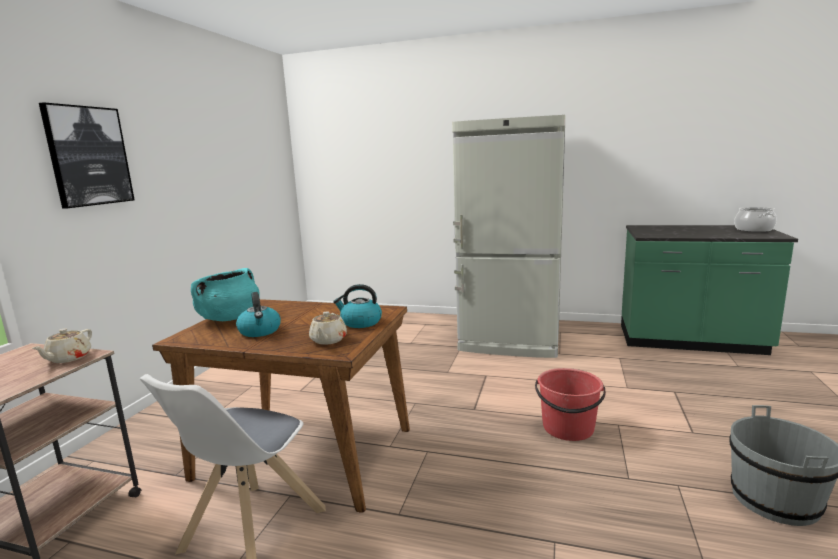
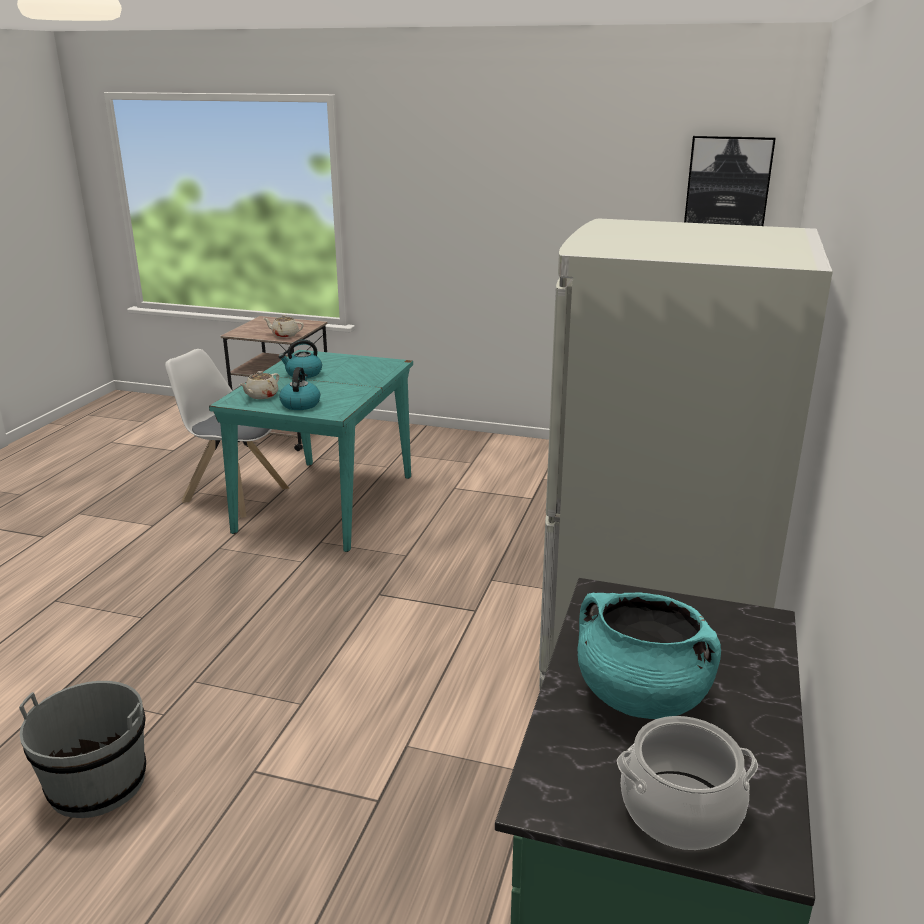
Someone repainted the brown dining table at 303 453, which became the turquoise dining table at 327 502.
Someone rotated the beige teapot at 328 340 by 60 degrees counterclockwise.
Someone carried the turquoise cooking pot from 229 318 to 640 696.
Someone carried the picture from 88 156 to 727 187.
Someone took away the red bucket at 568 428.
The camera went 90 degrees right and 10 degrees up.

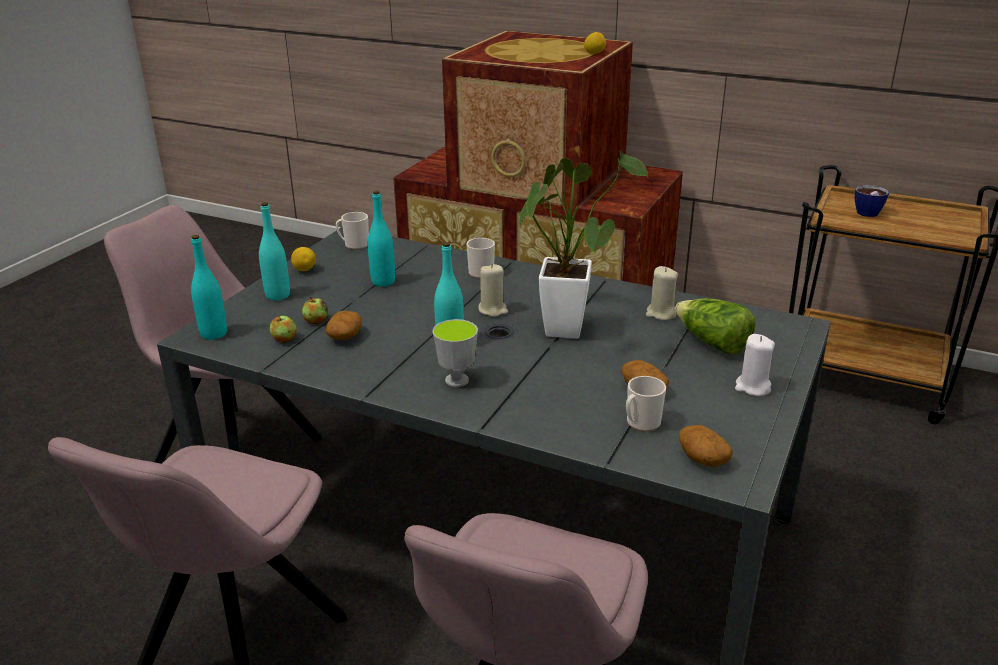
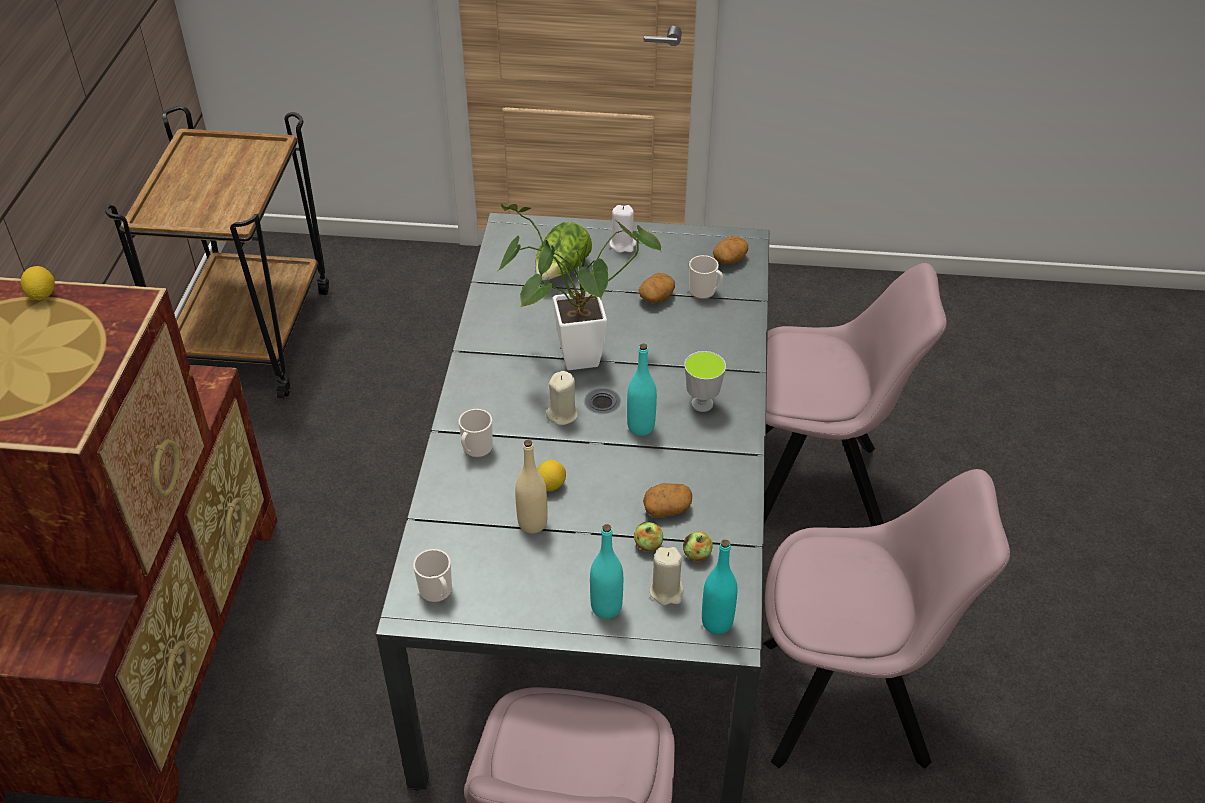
Someone repainted the turquoise bottle at 383 282, which became the beige bottle at 532 523.
Someone carried the lemon from 304 270 to 550 485.
Someone carried the beige candle from 661 313 to 666 591.
Someone took away the cup at 866 211.
The camera went 110 degrees left and 15 degrees up.

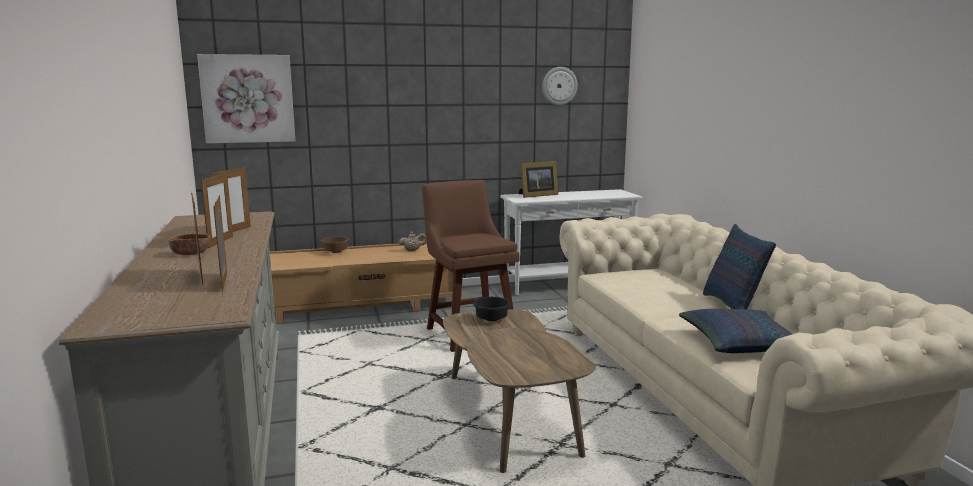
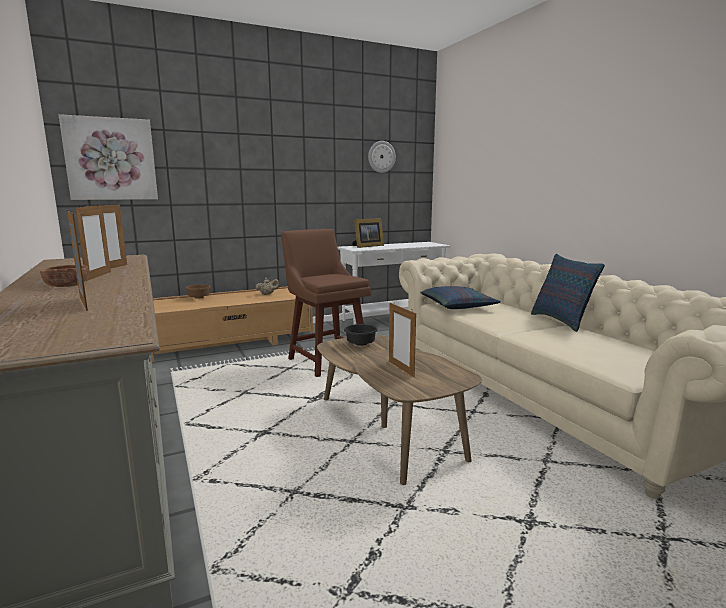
Someone carried the picture frame from 224 282 to 401 368.
Someone carried the blue pillow from 740 344 to 458 306.
The camera went 10 degrees left and 0 degrees up.

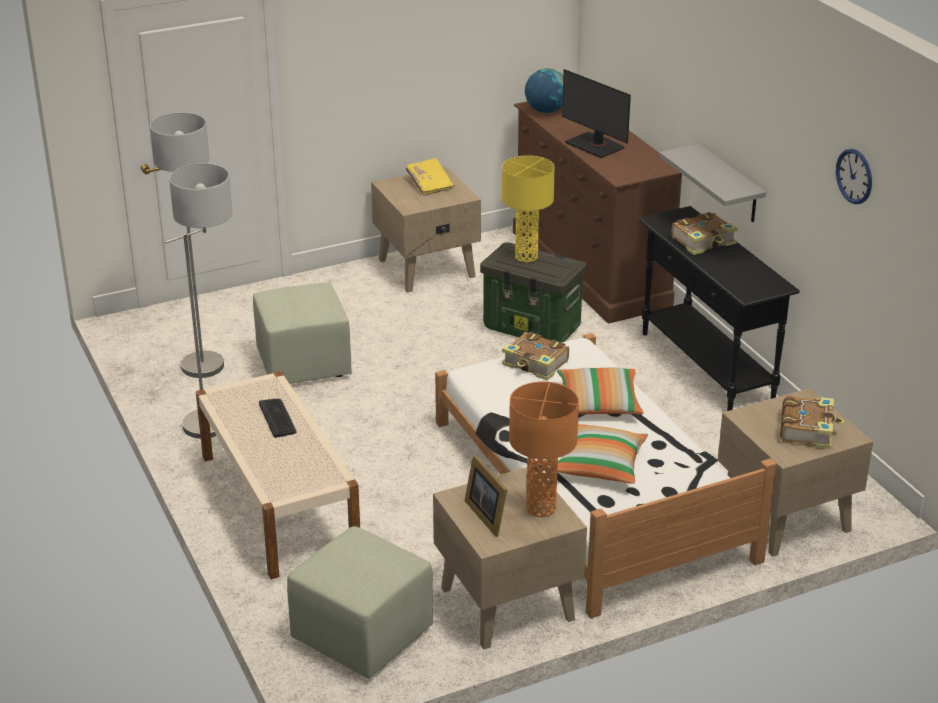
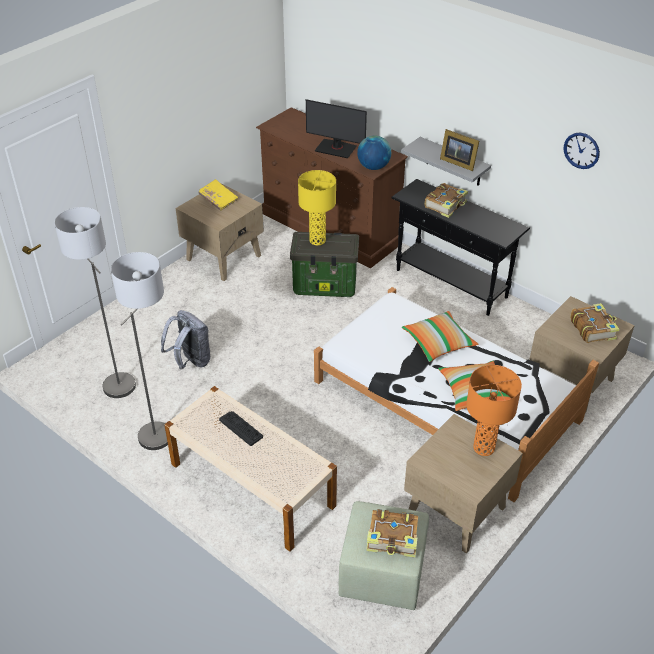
Someone swapped the green ottoman at 303 363 for the grey backpack at 190 361.
Someone carried the globe from 546 111 to 373 167.
Someone carried the book from 536 364 to 393 539.
Someone carried the picture frame from 487 515 to 457 162.
The camera went 25 degrees left and 10 degrees up.

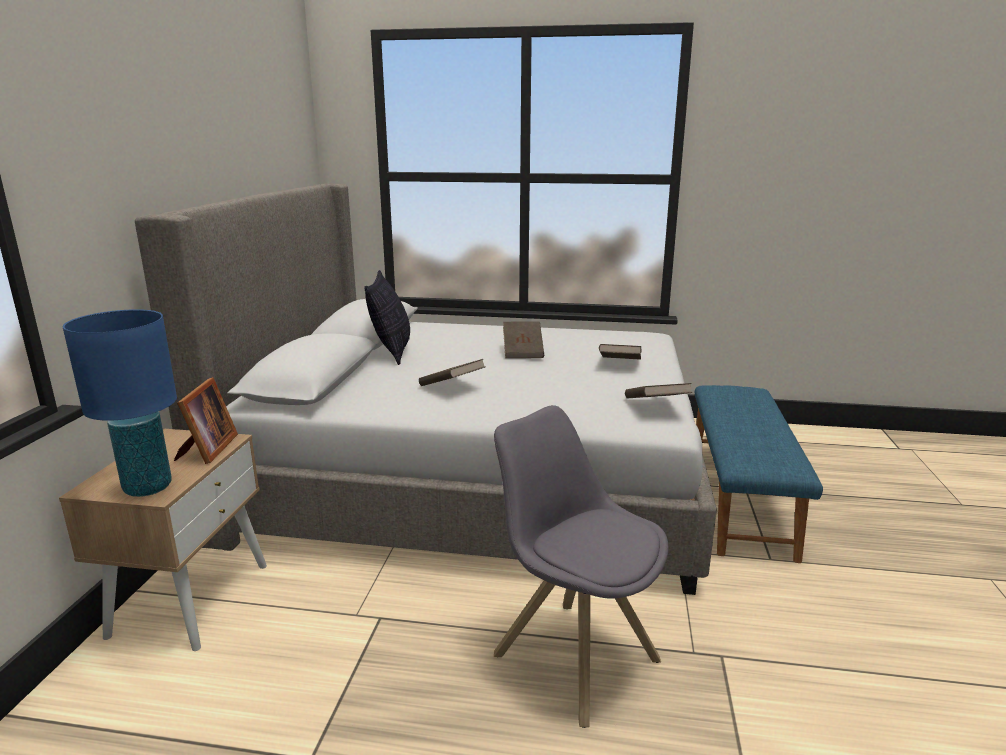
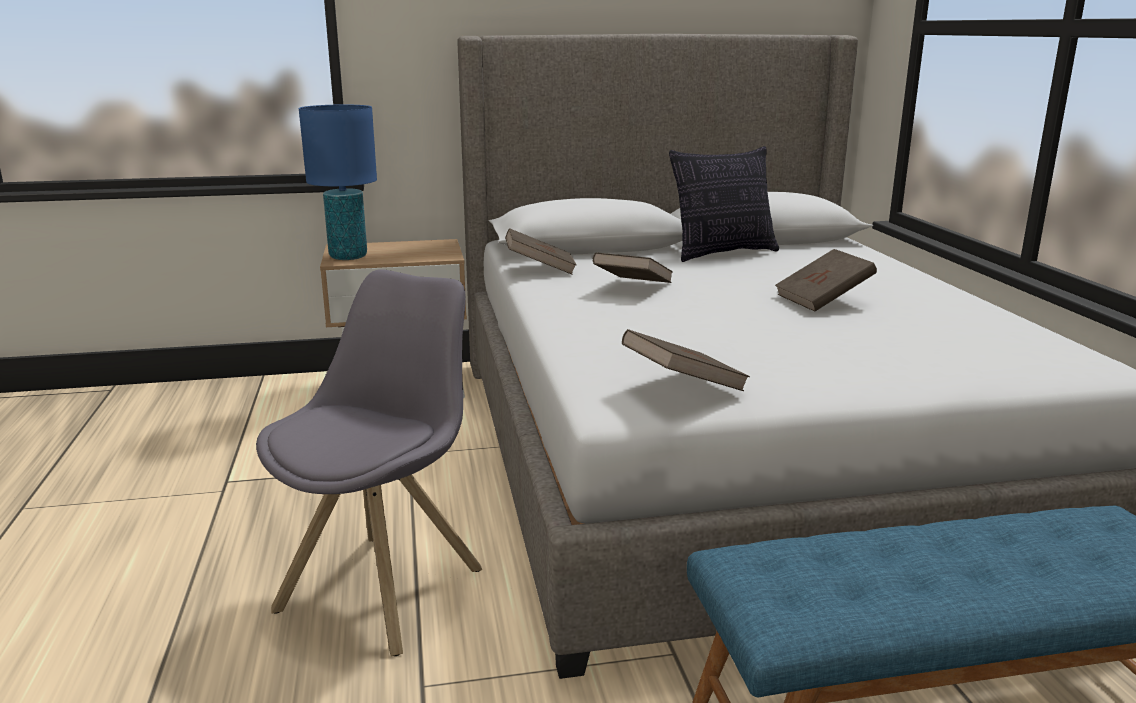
Someone carried the brown book from 619 365 to 540 269.
Someone took away the picture frame at 207 450.
The camera went 70 degrees right and 0 degrees up.

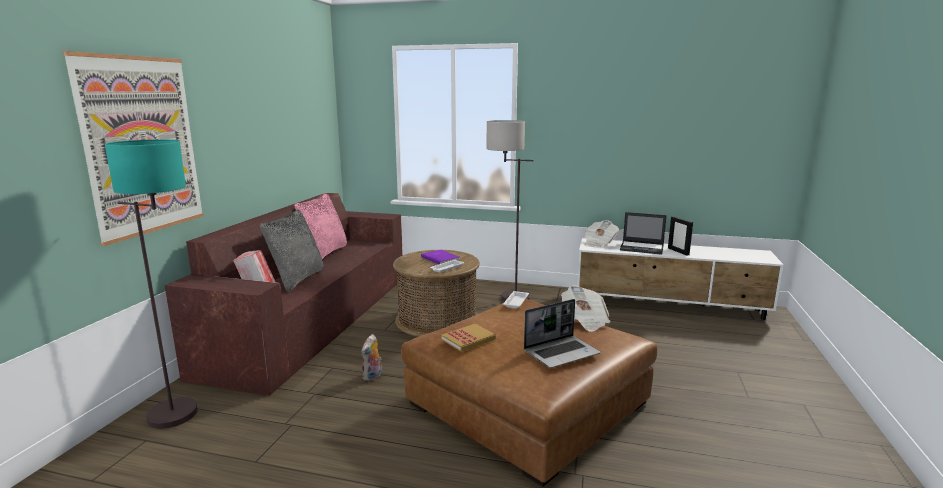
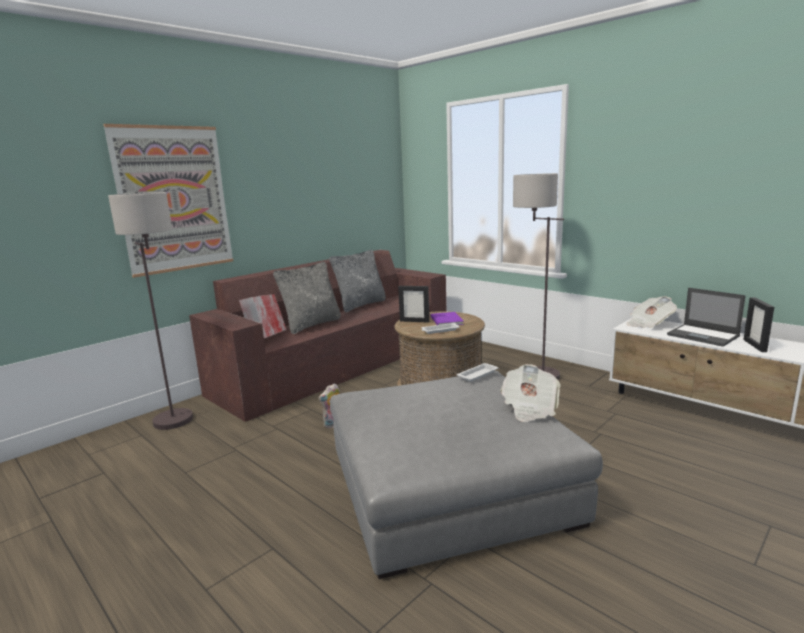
Someone repainted the turquoise floor lamp at 183 417, which became the grey floor lamp at 177 424.
Someone repainted the pink pillow at 325 253, which became the grey pillow at 361 305.
Someone repainted the brown ottoman at 527 402, which became the grey ottoman at 449 487.
Someone put down the picture frame at 414 321.
Someone took away the book at 468 339.
Someone took away the laptop at 561 352.
The camera went 30 degrees right and 0 degrees up.

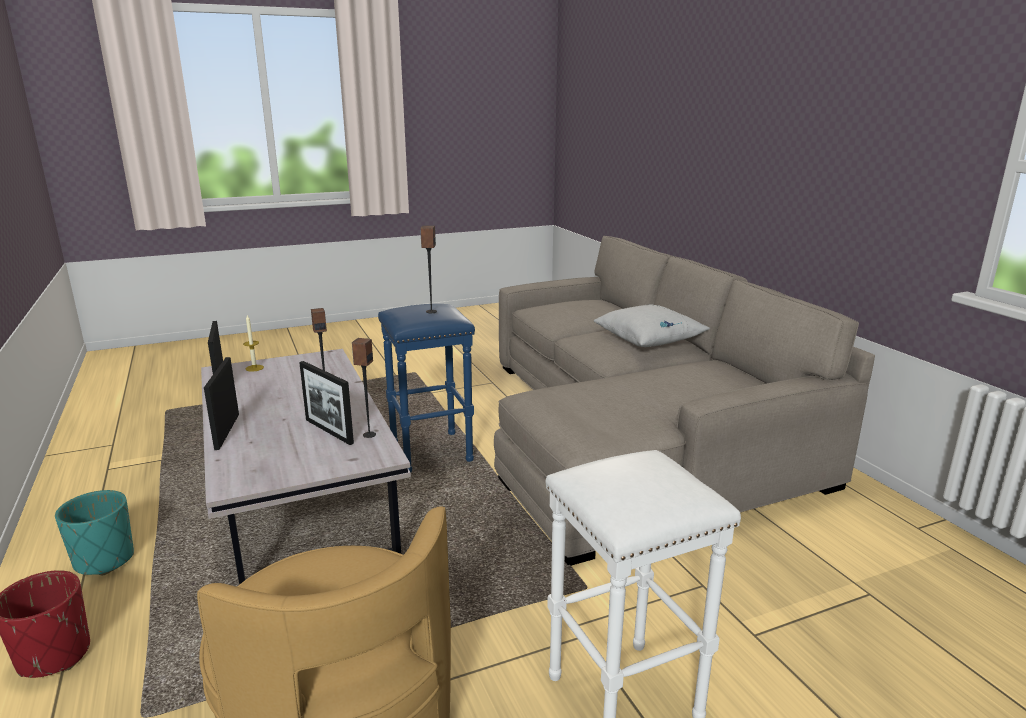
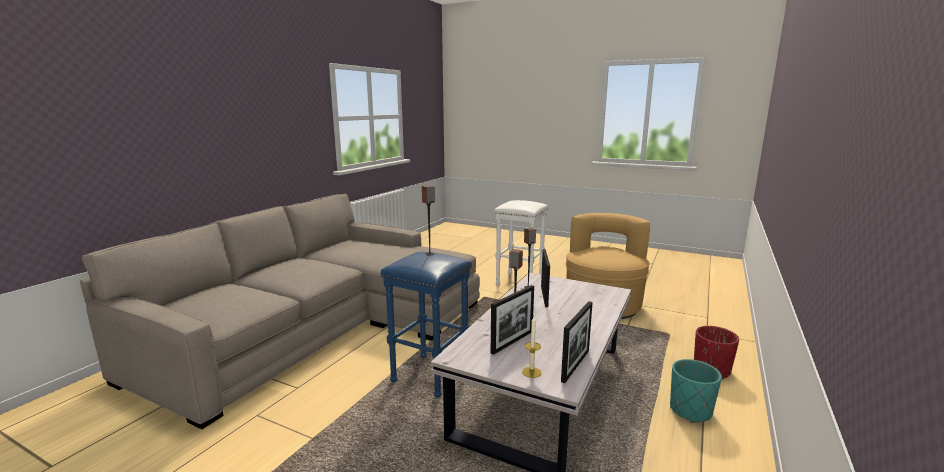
Someone carried the picture frame from 227 431 to 512 342.
Someone took away the grey pillow at 648 340.
The camera went 130 degrees left and 5 degrees down.

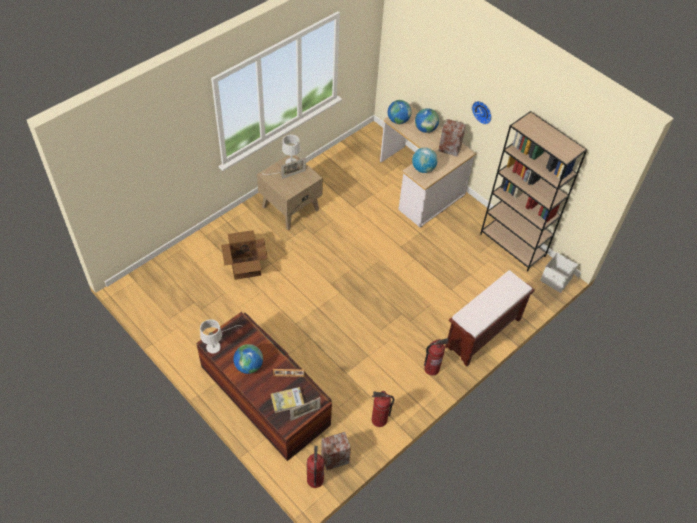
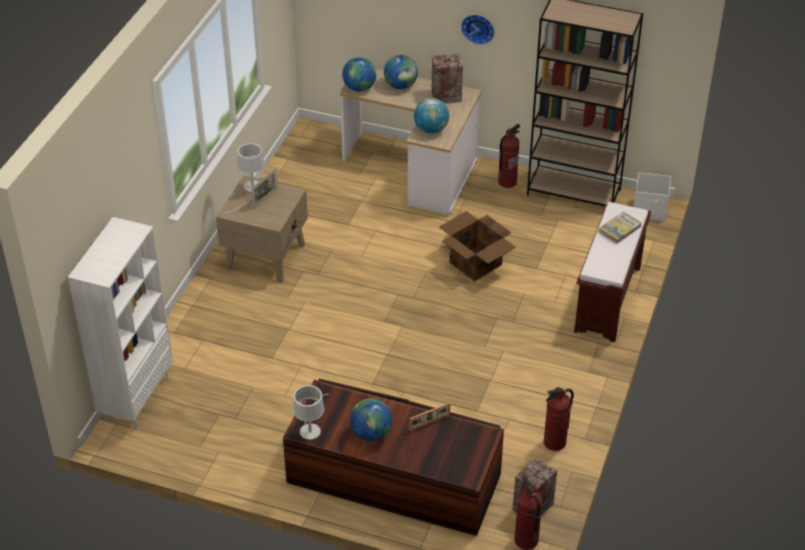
Someone put down the white bookcase at 137 399.
Someone carried the cardboard box from 245 267 to 476 264.
Someone carried the fire extinguisher from 431 369 to 507 182.
Someone carried the book from 287 400 to 619 229.
Someone took away the picture frame at 305 414.
The camera went 25 degrees left and 10 degrees down.

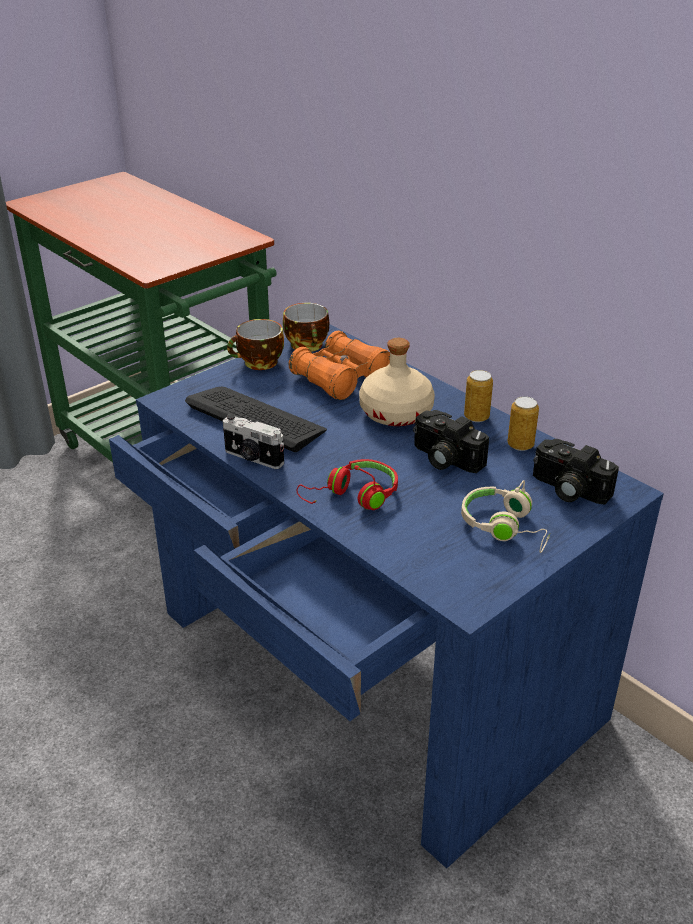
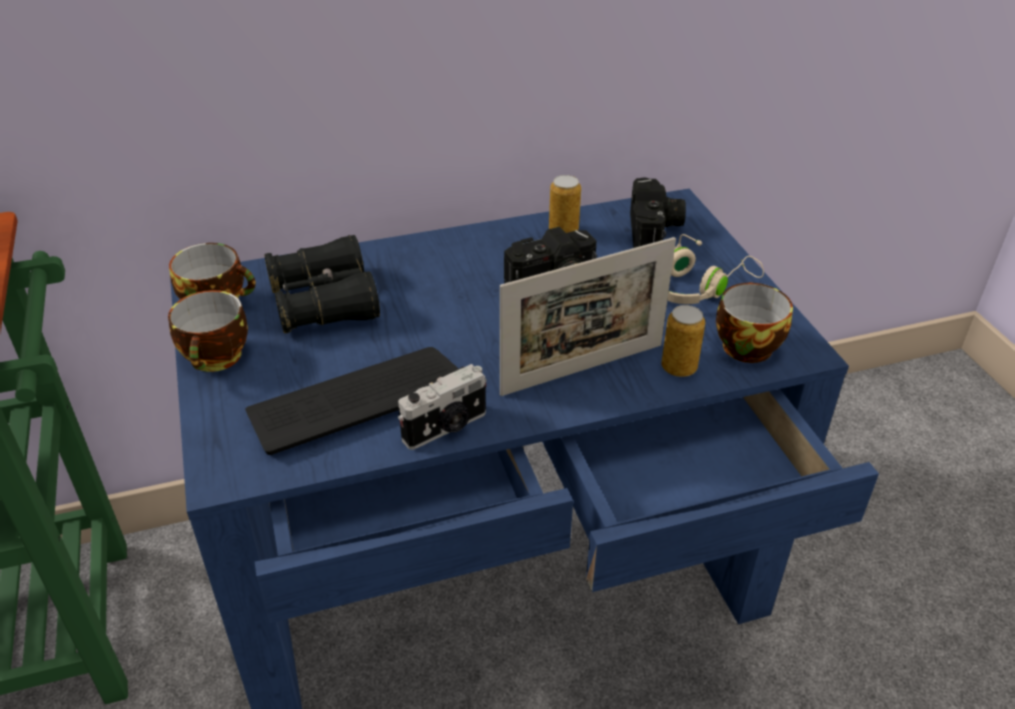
Someone repainted the orange binoculars at 340 378, which became the black binoculars at 324 302.
Someone swapped the red headphones at 353 496 for the picture frame at 582 369.
Someone rotated the photo camera at 567 489 by 60 degrees counterclockwise.
Someone carried the can from 476 417 to 678 368.
Someone put down the cup at 744 345.
Someone took away the beige bottle at 396 413.
The camera went 65 degrees left and 5 degrees up.

